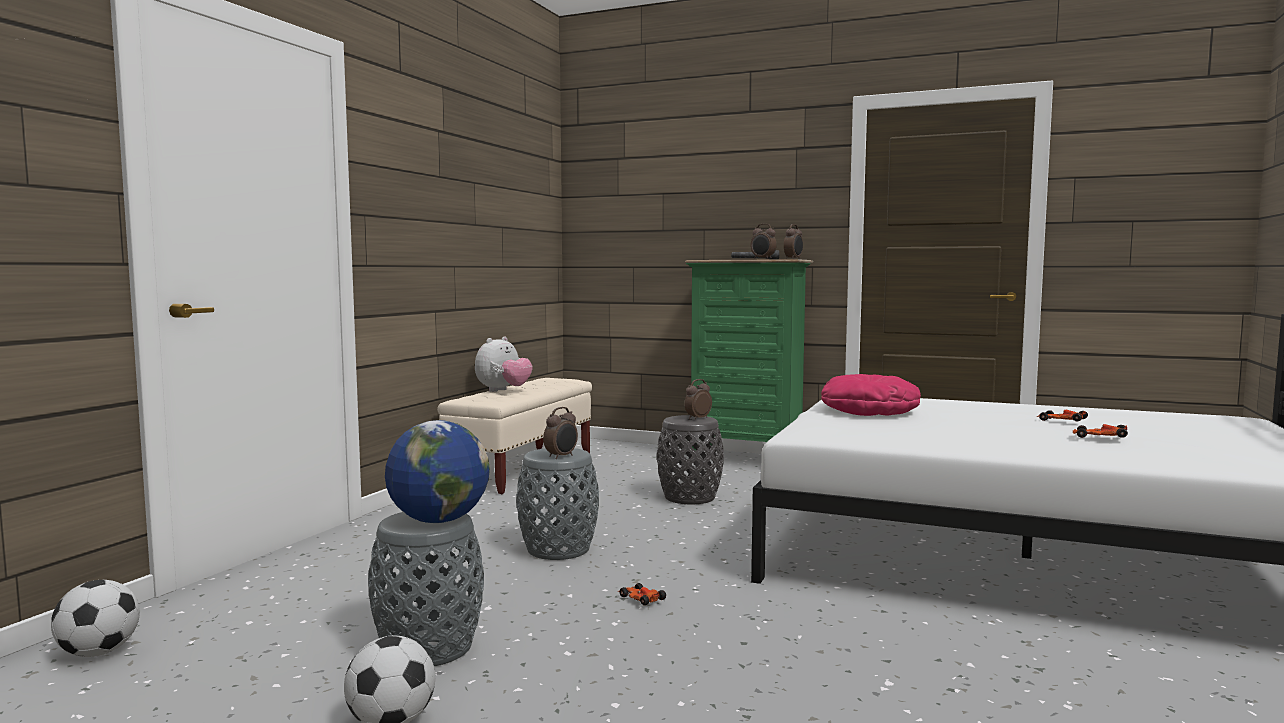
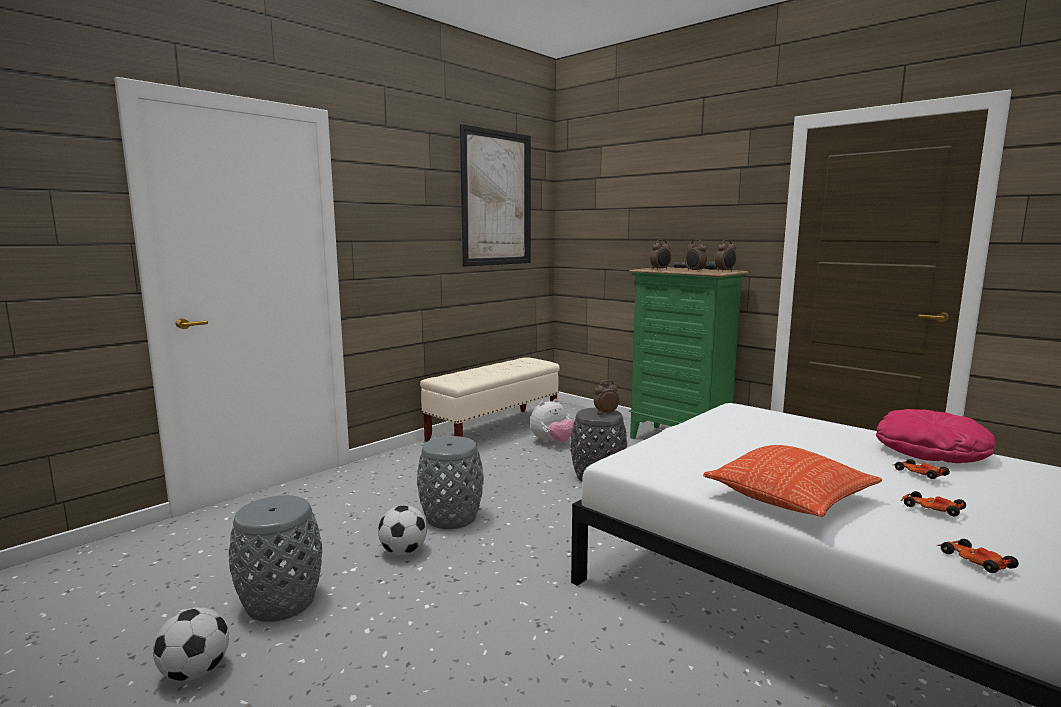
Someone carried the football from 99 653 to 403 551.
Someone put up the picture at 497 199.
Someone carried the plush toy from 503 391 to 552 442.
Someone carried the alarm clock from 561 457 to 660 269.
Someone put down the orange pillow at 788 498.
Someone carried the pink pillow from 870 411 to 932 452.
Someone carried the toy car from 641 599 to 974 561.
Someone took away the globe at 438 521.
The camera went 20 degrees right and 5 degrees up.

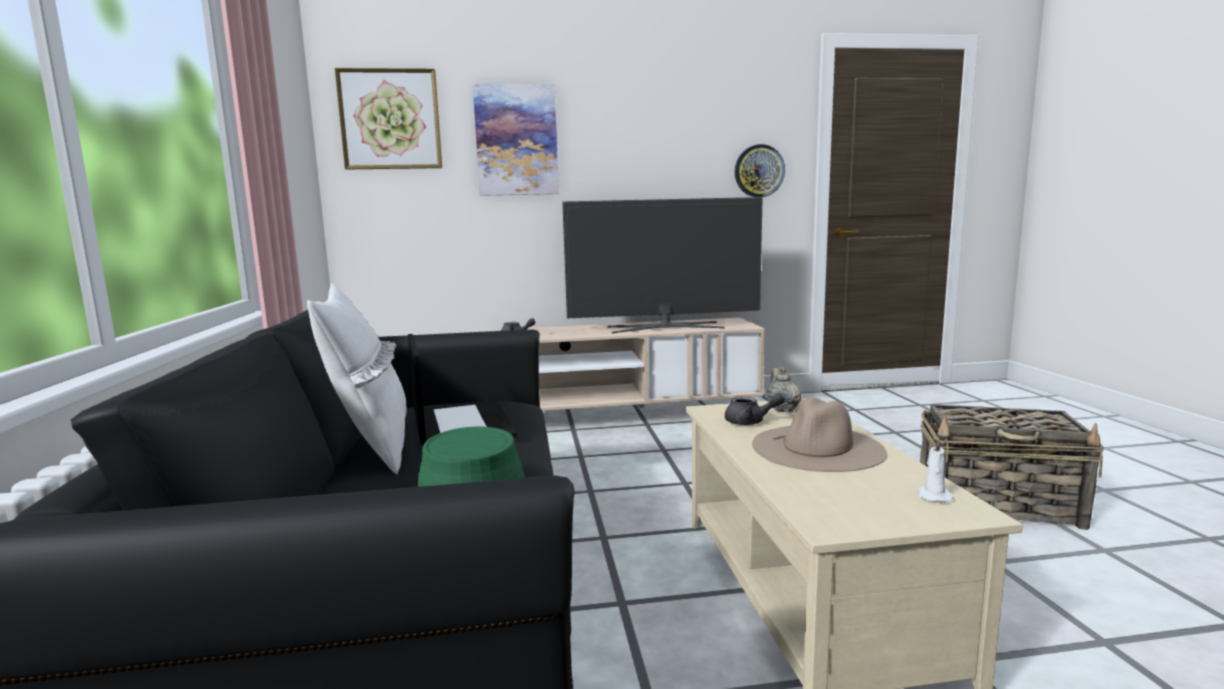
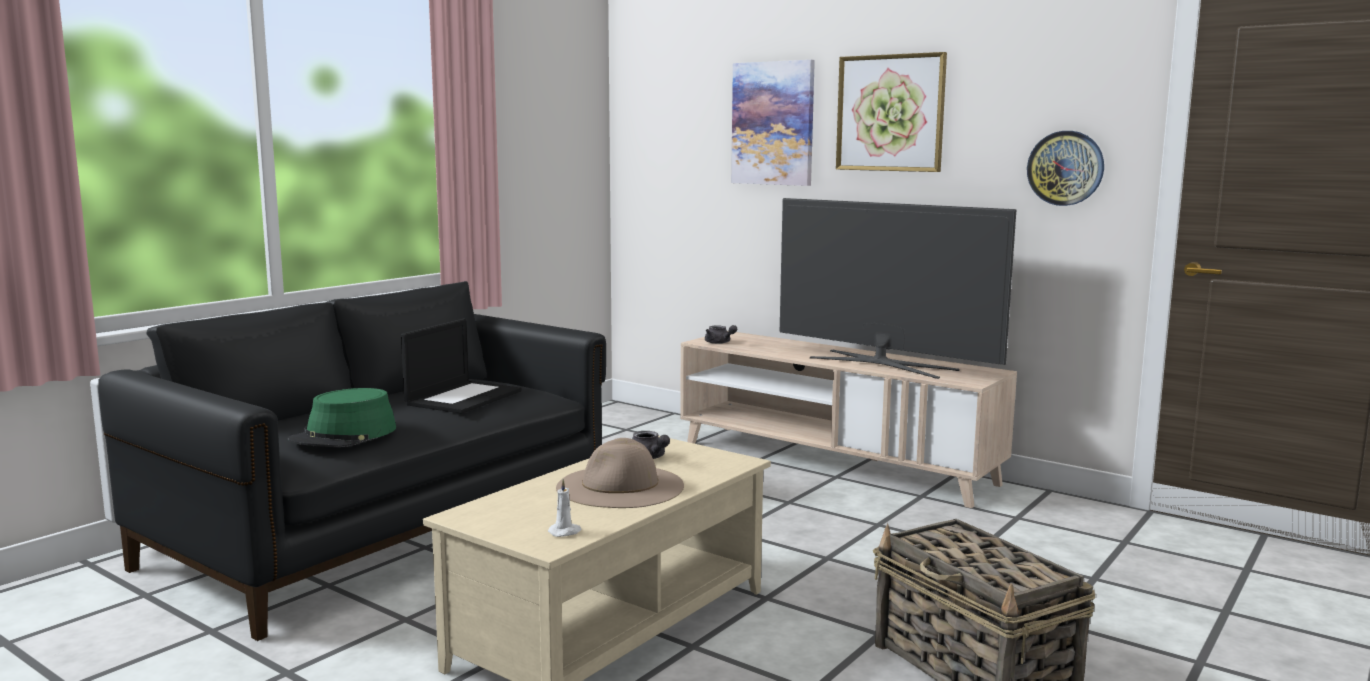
Someone carried the picture from 390 119 to 890 113.
Someone took away the white pillow at 371 447.
Someone took away the beige teapot at 782 409.
The camera went 45 degrees right and 0 degrees up.

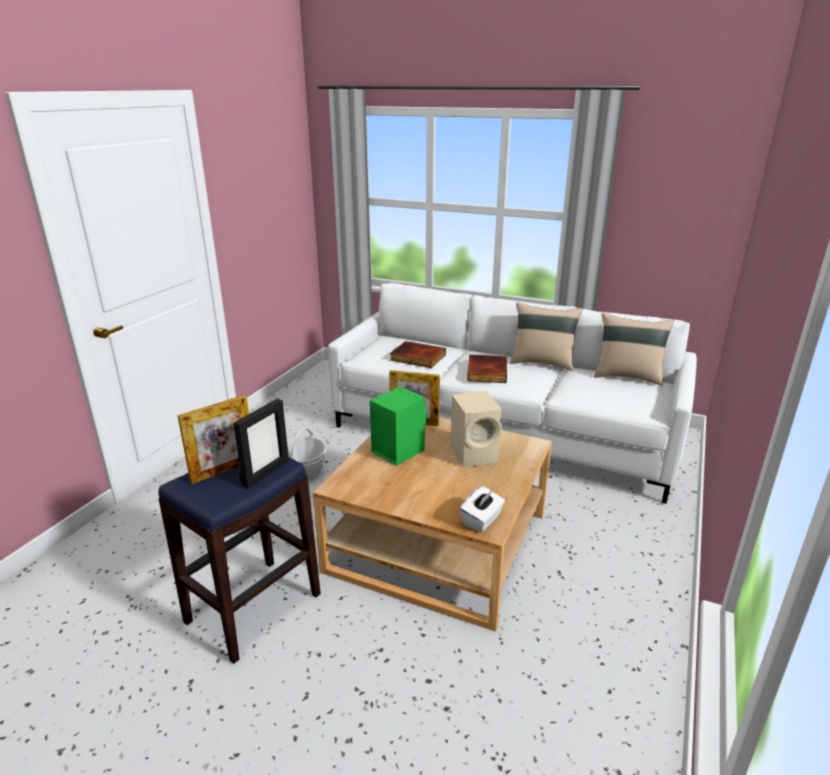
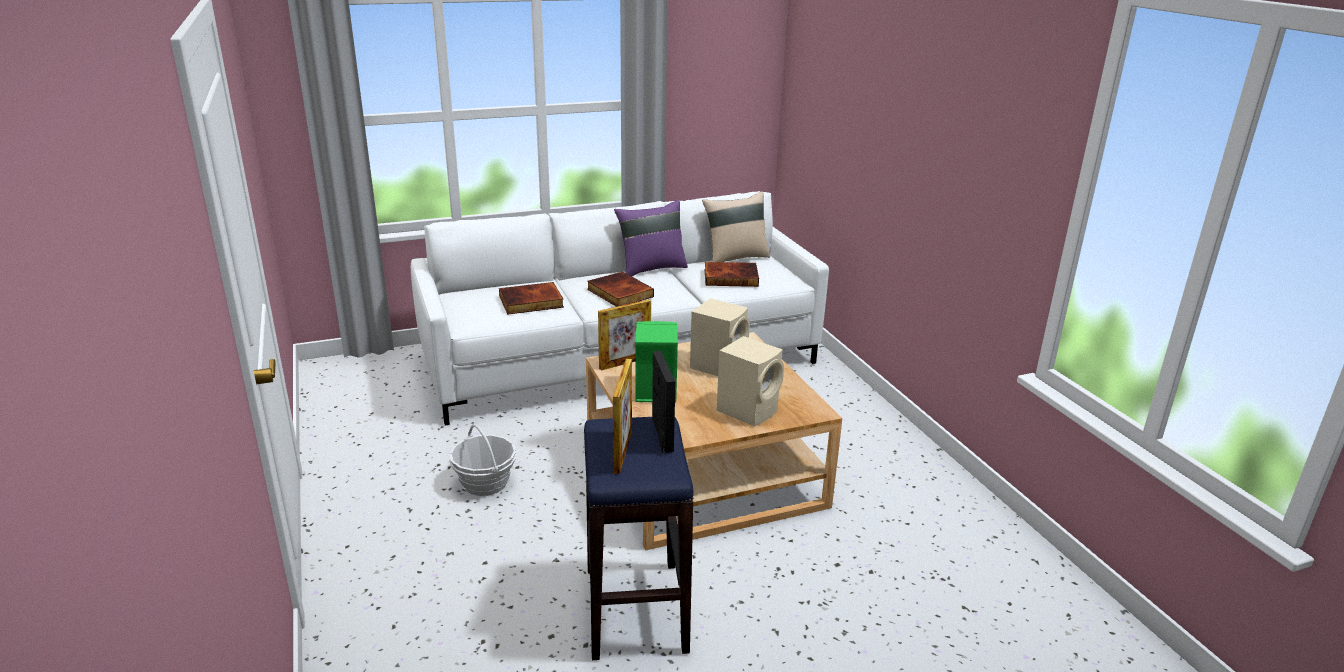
Someone repainted the beige pillow at 542 363, which became the purple pillow at 651 269.
Someone put down the book at 731 277.
Someone put down the beige speaker at 749 410.
Someone took away the white tissue box at 482 520.
The camera went 45 degrees left and 0 degrees up.

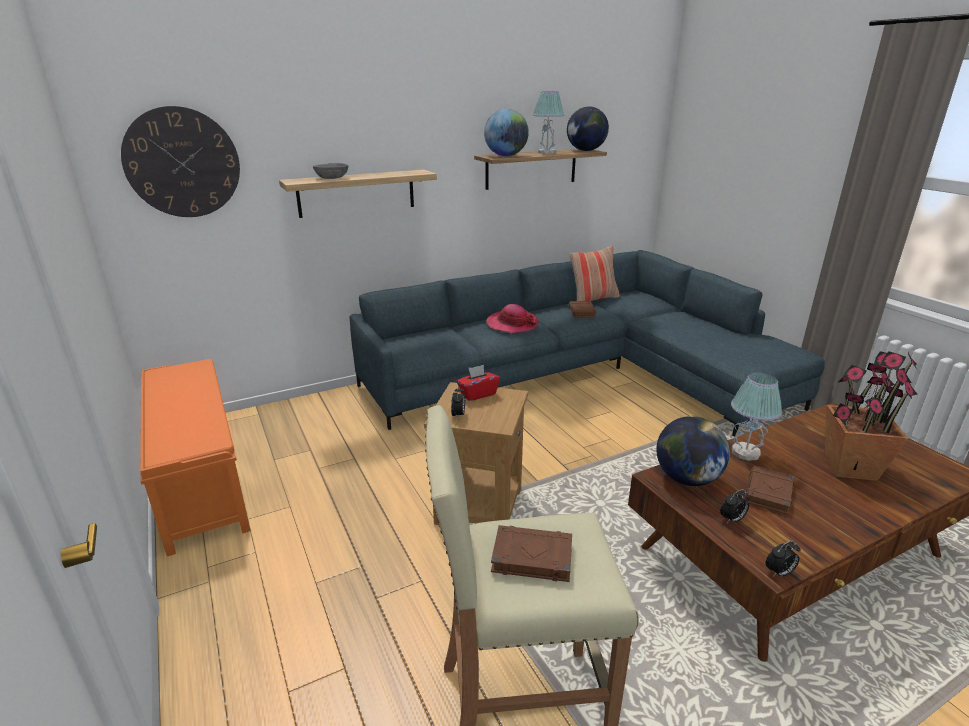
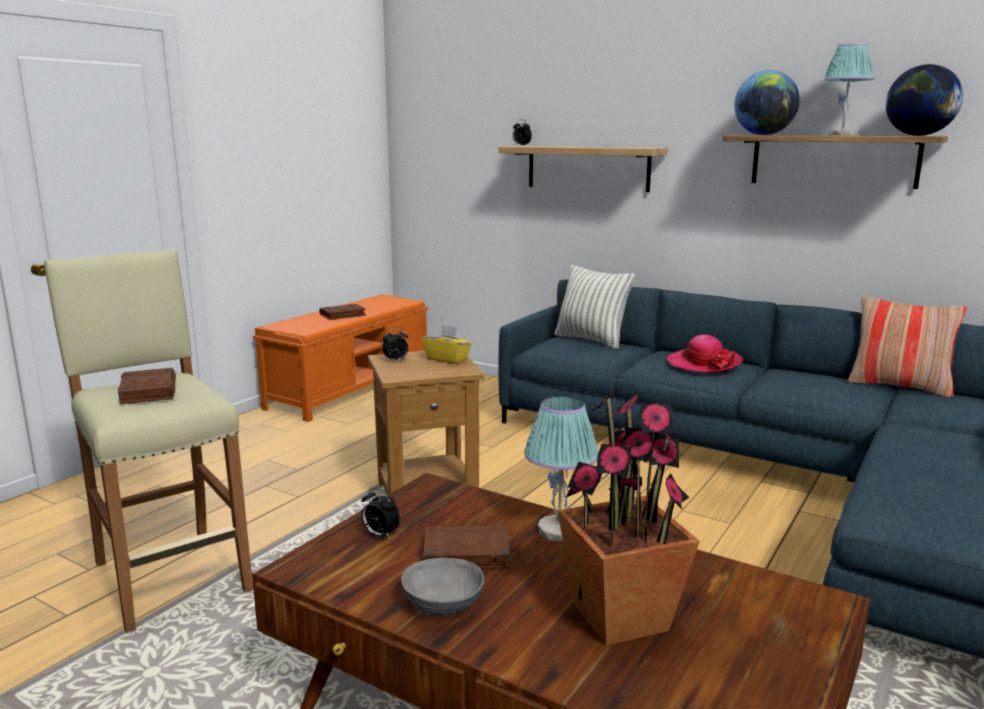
Someone carried the brown book from 582 312 to 342 315.
Someone carried the grey bowl from 332 178 to 442 605.
Someone repainted the red tissue box at 477 394, which became the yellow tissue box at 447 359.
Someone carried the alarm clock from 779 573 to 521 145.
Someone put down the pillow at 591 340.
Someone took away the wall clock at 182 163.
Someone took away the globe at 687 478.
The camera went 60 degrees right and 10 degrees down.

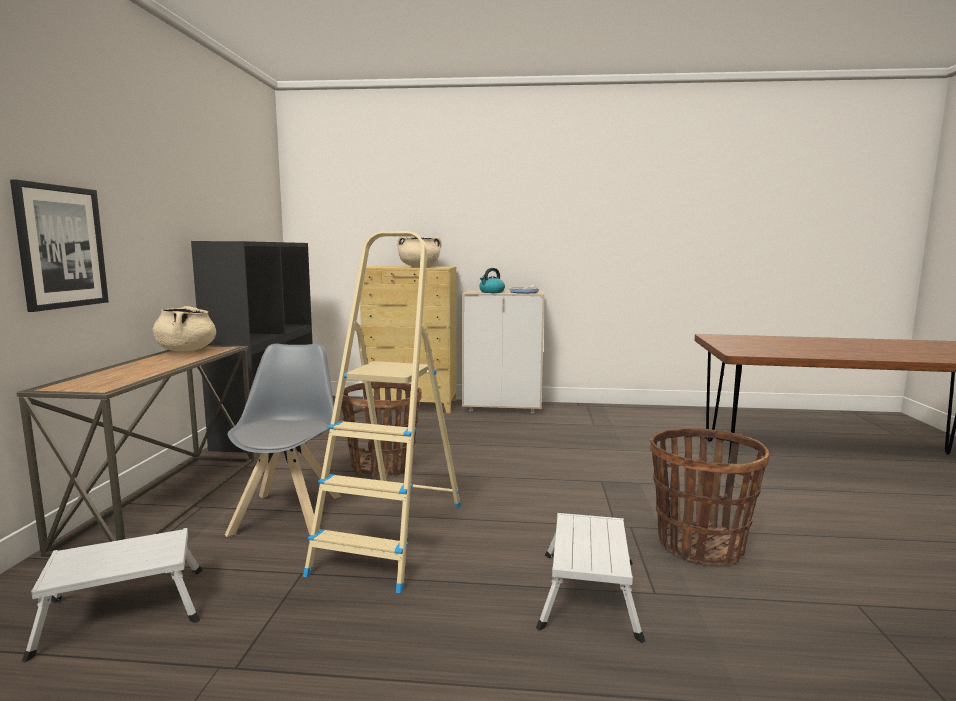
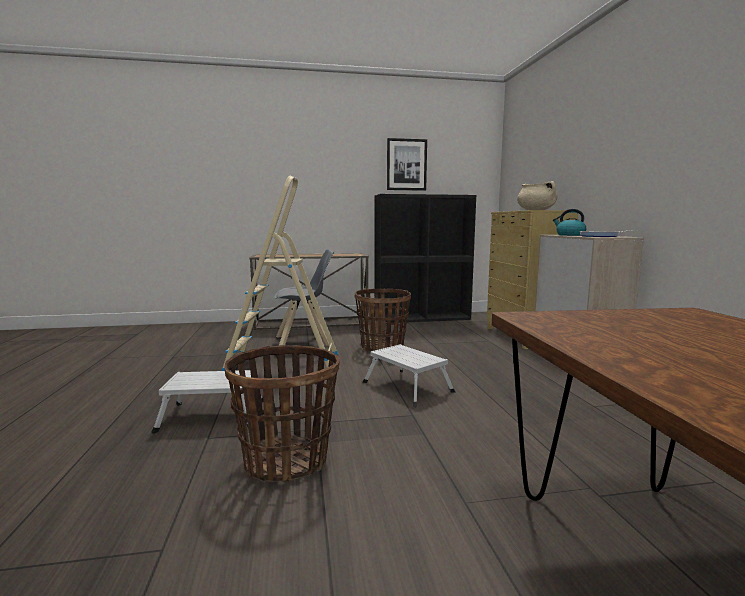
Someone carried the white step ladder from 122 610 to 407 386.
Someone carried the picture from 61 247 to 406 164.
Someone took away the beige cooking pot at 186 350.
The camera went 75 degrees right and 0 degrees up.

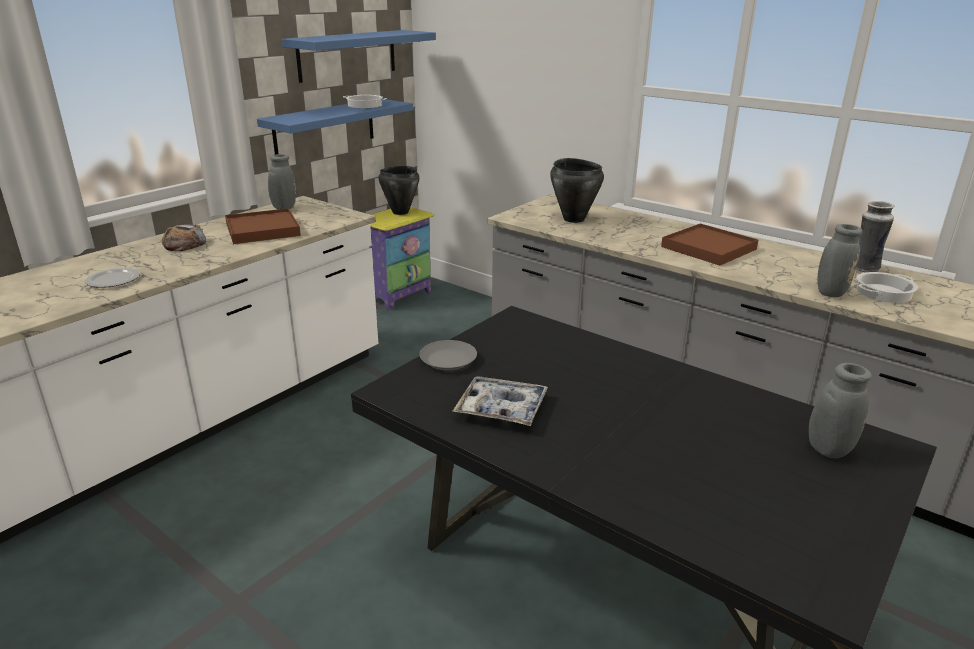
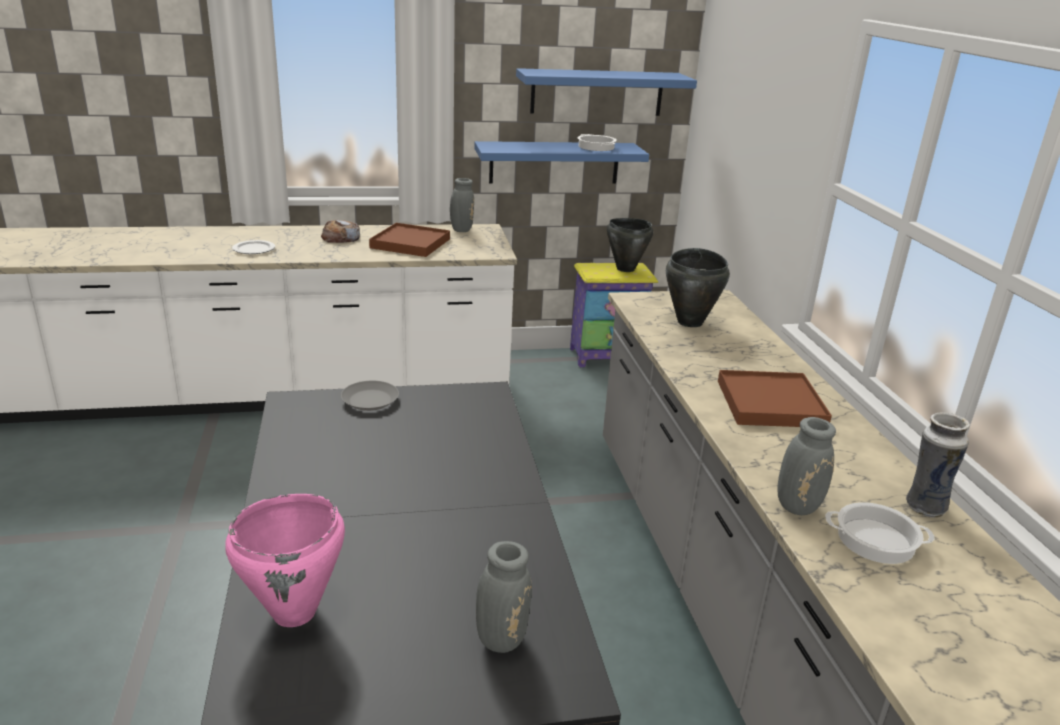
Someone put down the pink cooking pot at 295 612.
Someone took away the tray at 501 408.
The camera went 40 degrees right and 0 degrees up.

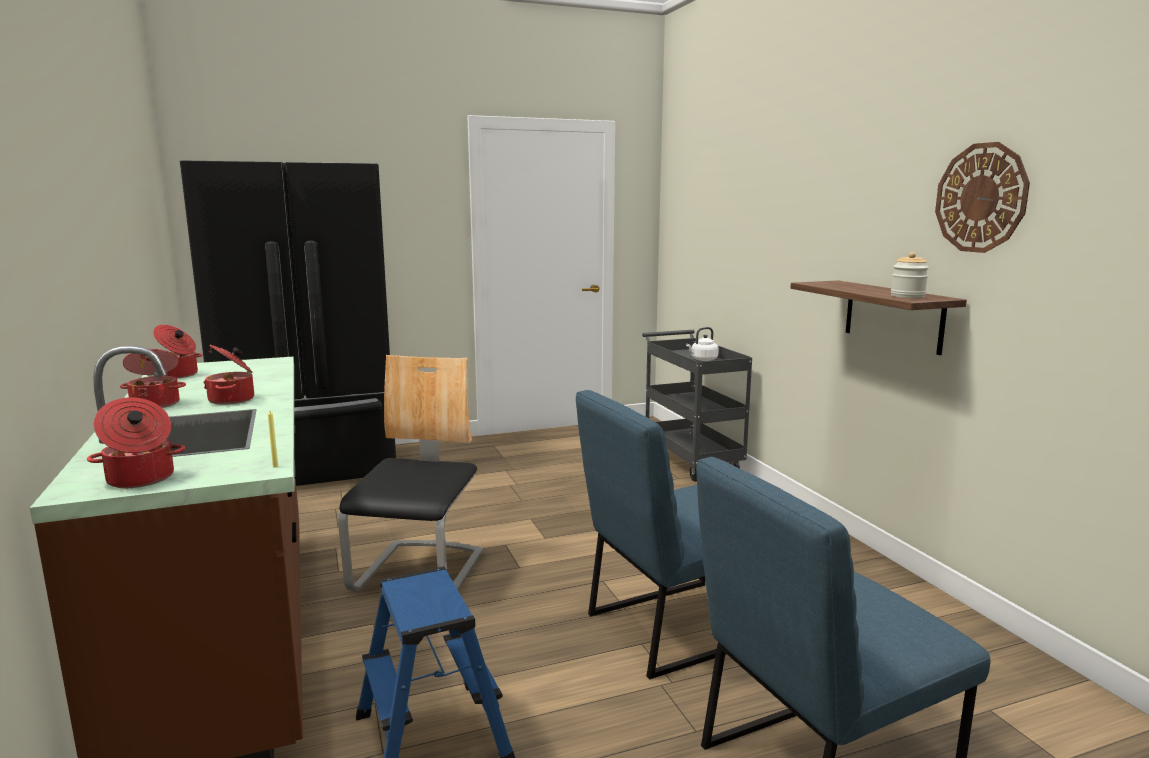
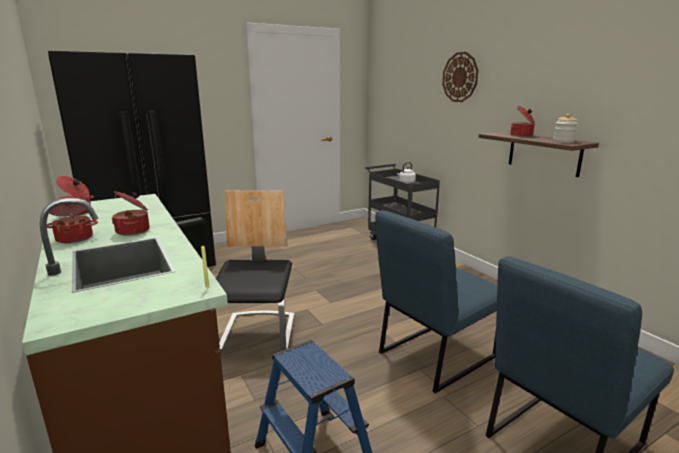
Someone carried the wall clock from 981 198 to 460 77.
Someone carried the cooking pot from 140 479 to 522 135.
The camera went 10 degrees left and 5 degrees up.

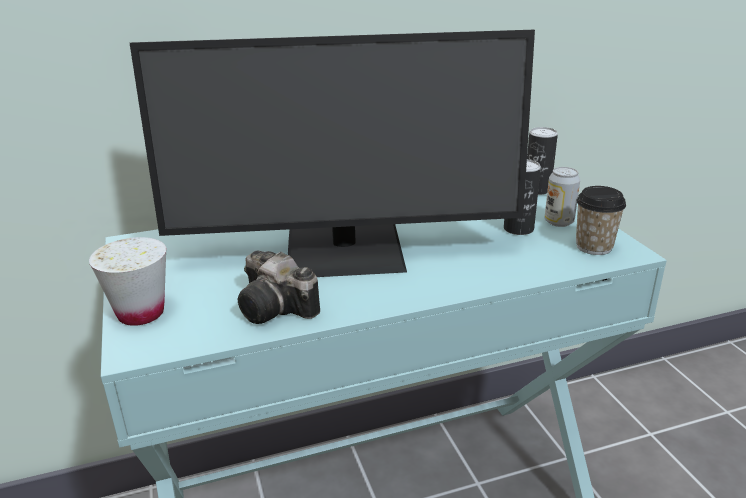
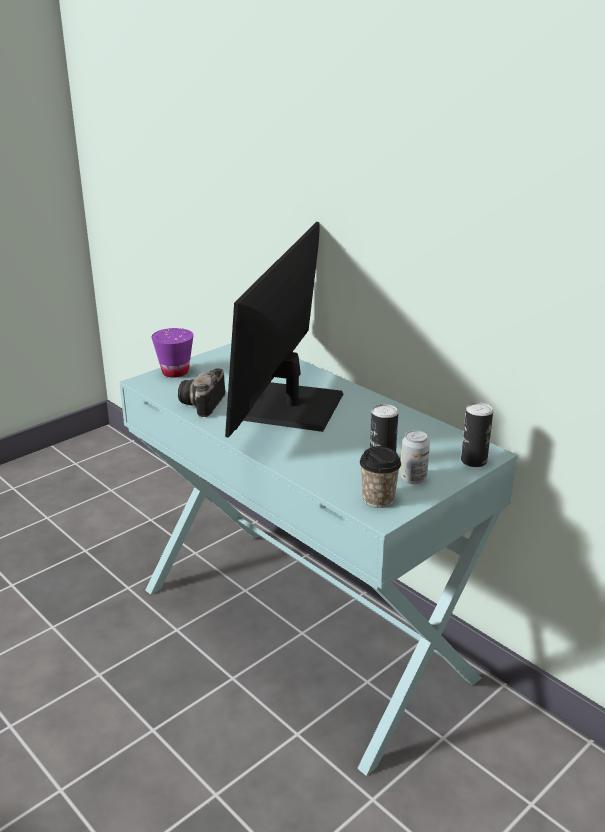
Someone repainted the white cup at 141 313, which became the purple cup at 175 372.
Someone rotated the monitor at 344 249 by 45 degrees clockwise.
The camera went 65 degrees right and 0 degrees up.

